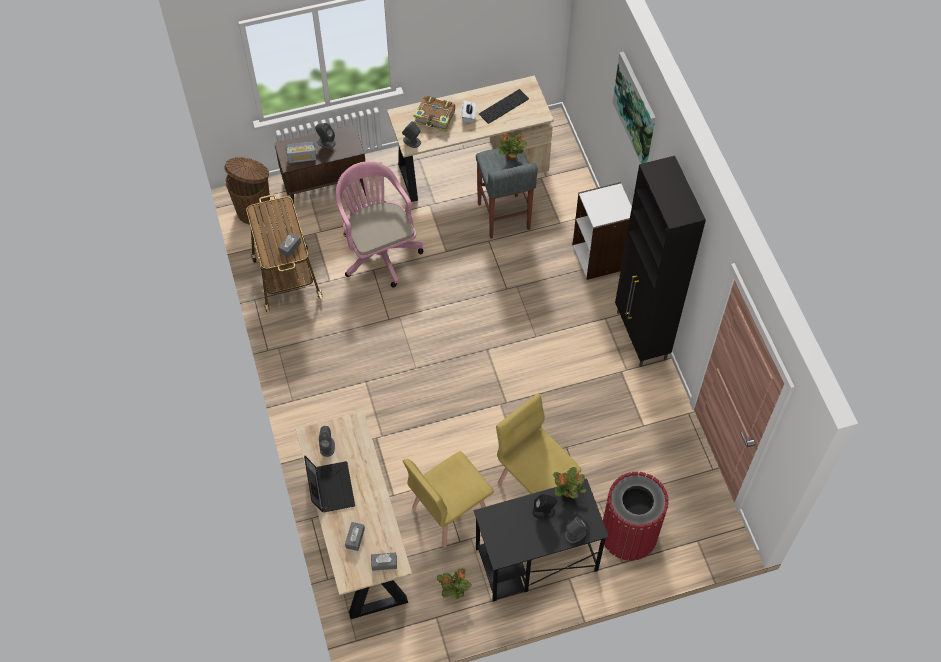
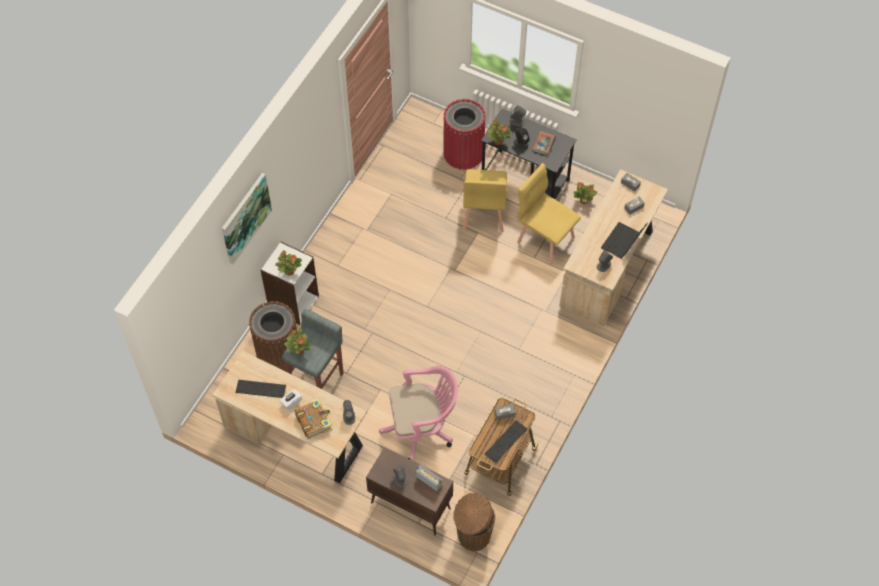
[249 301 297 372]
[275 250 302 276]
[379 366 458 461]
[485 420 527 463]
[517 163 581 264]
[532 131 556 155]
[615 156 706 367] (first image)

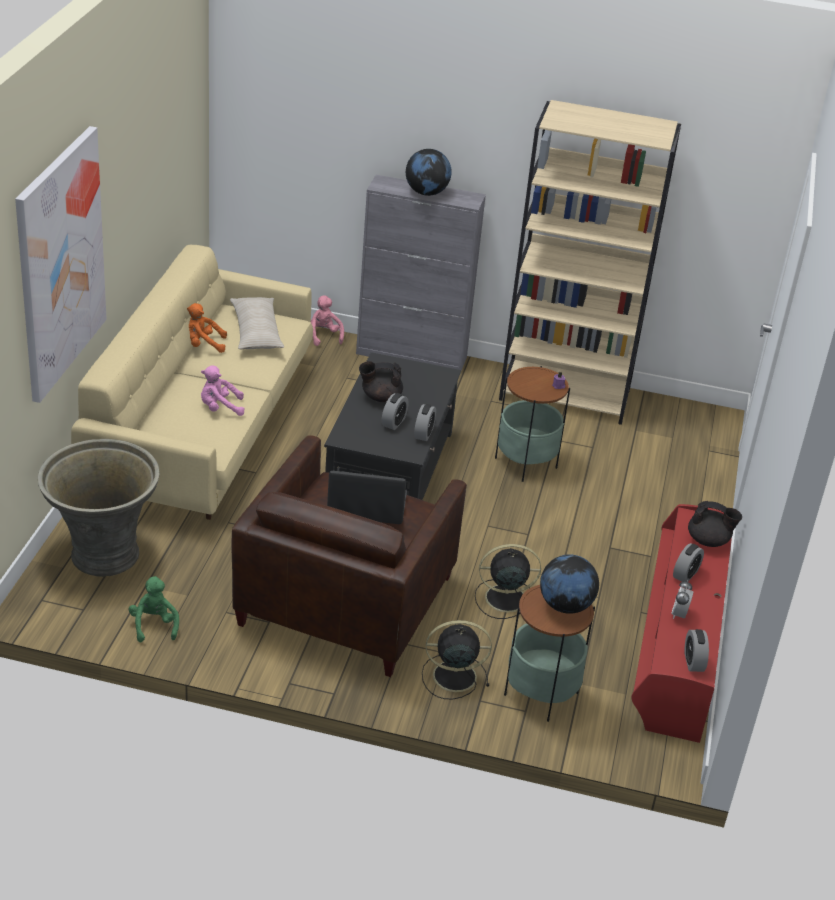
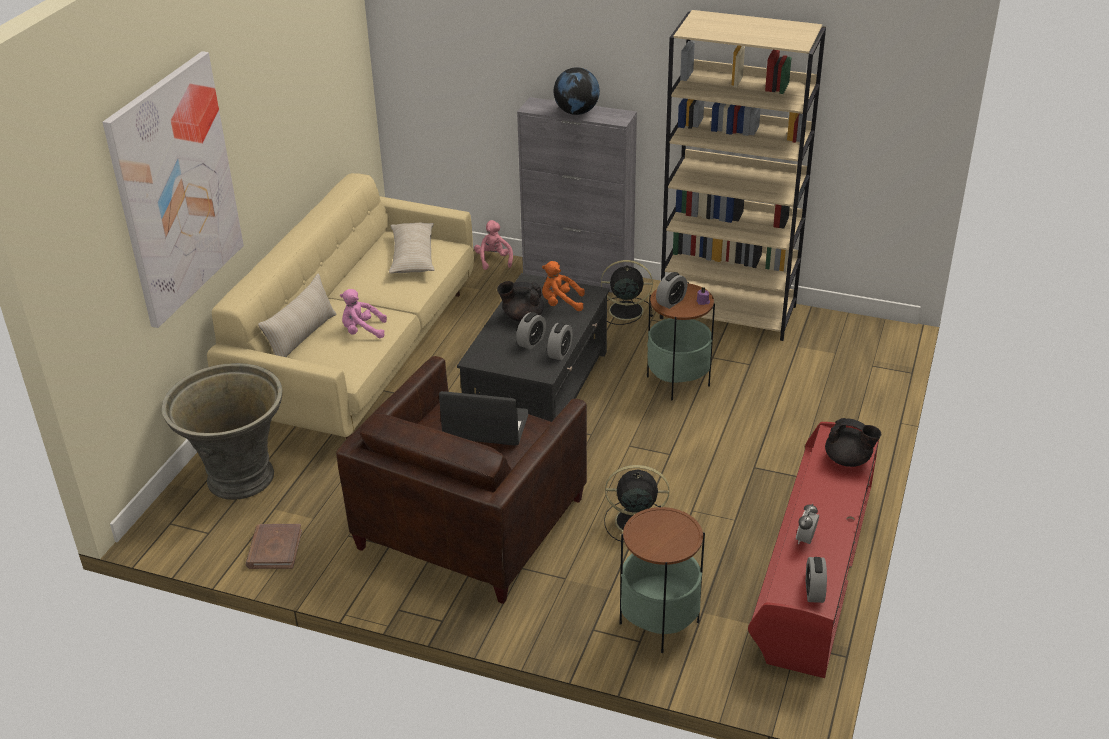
[246 524 302 569]
[258 273 337 357]
[542 261 585 311]
[601 260 653 325]
[656 272 687 309]
[540 554 599 614] (first image)

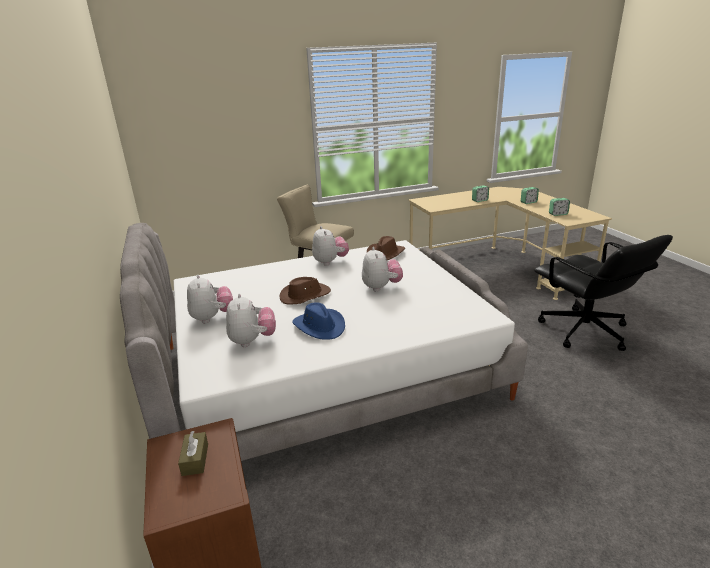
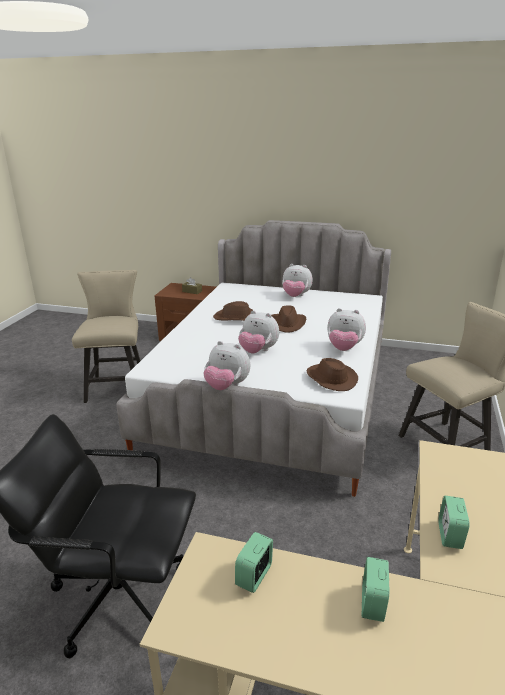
[72 270 141 403]
[203 341 250 390]
[213 301 252 321]

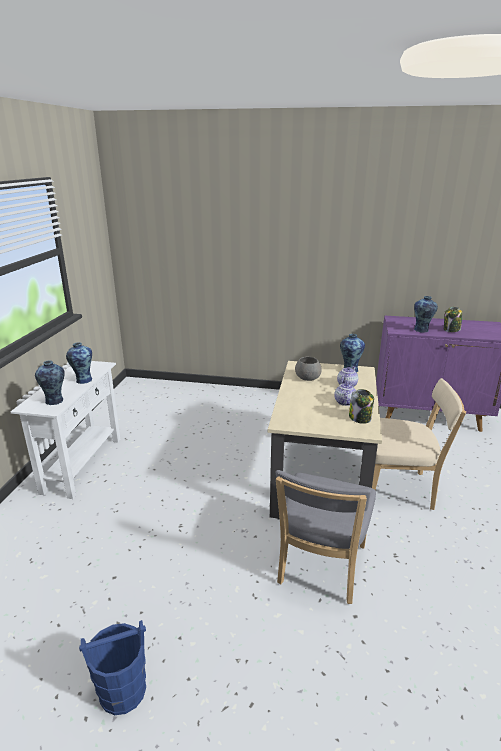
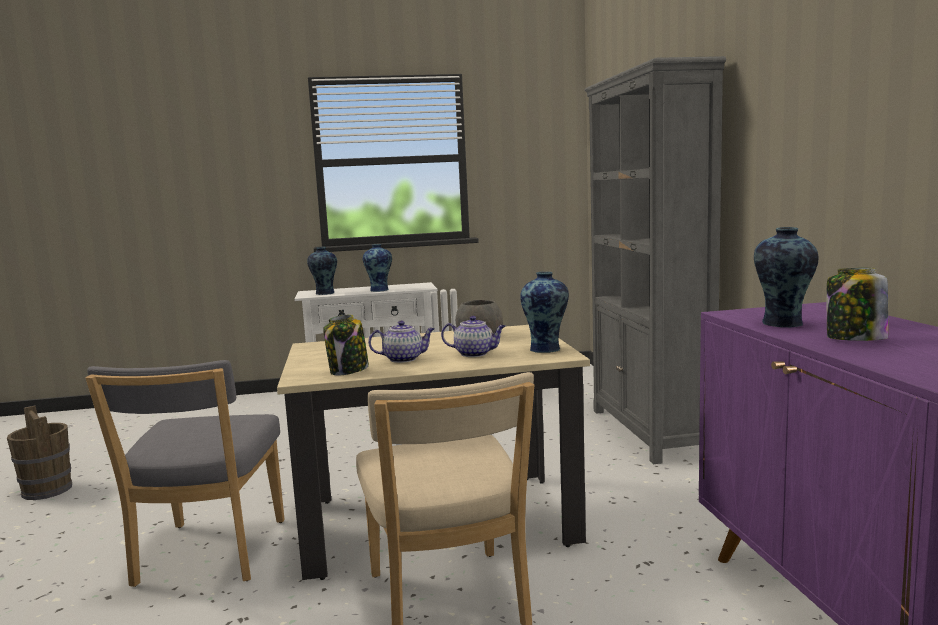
[7 405 72 500]
[85 360 284 587]
[584 56 726 464]

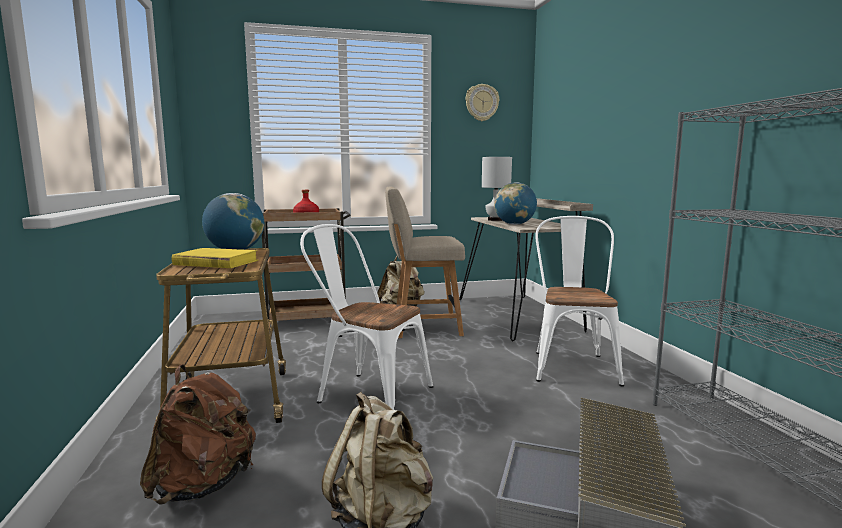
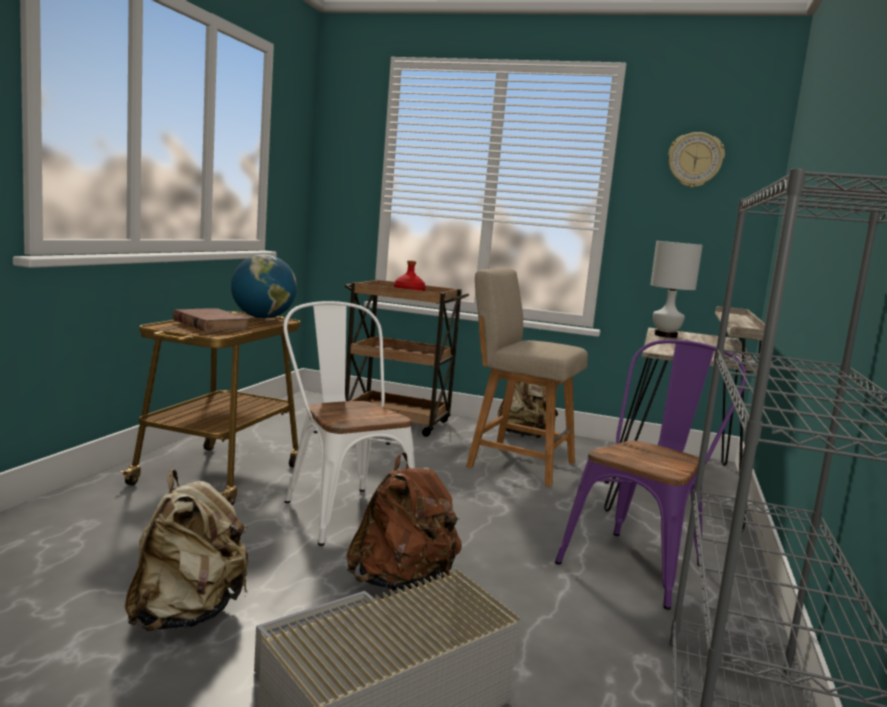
[173 308 251 332]
[346 452 462 591]
[555 340 747 610]
[494 182 537 225] (first image)

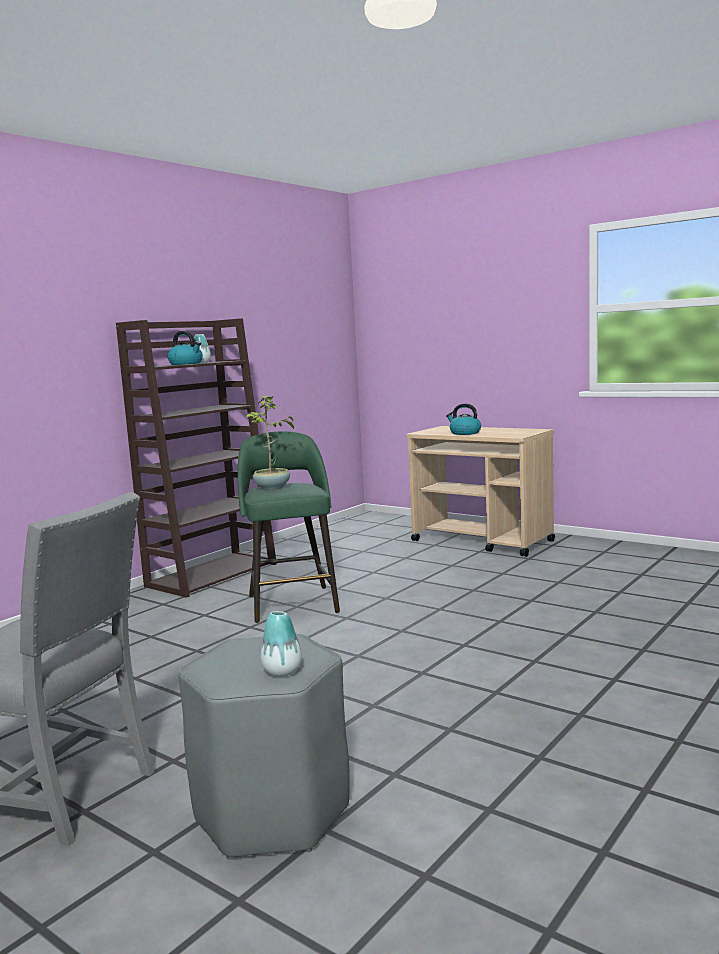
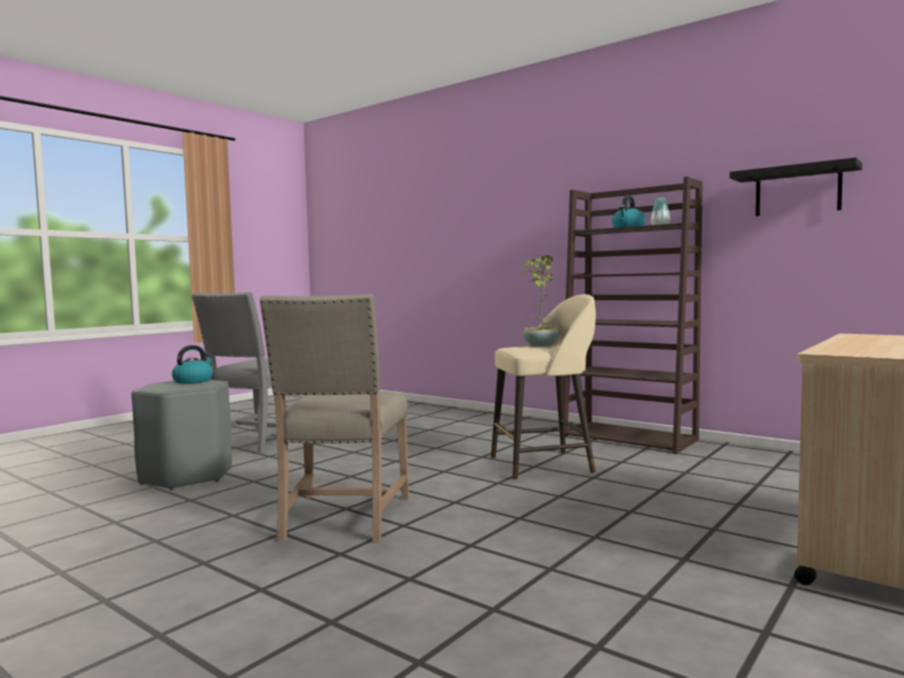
[172 345 213 384]
[260 294 409 542]
[491 294 596 480]
[729 157 862 216]
[261 611 302 677] (first image)

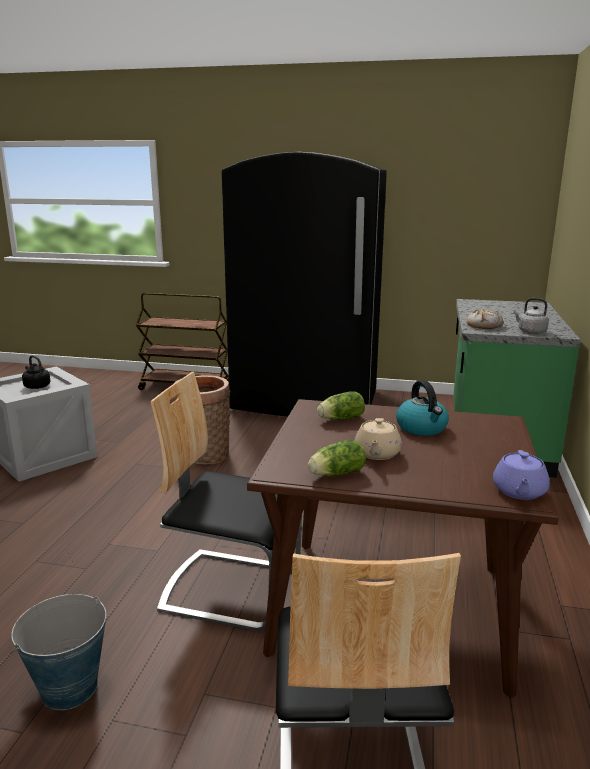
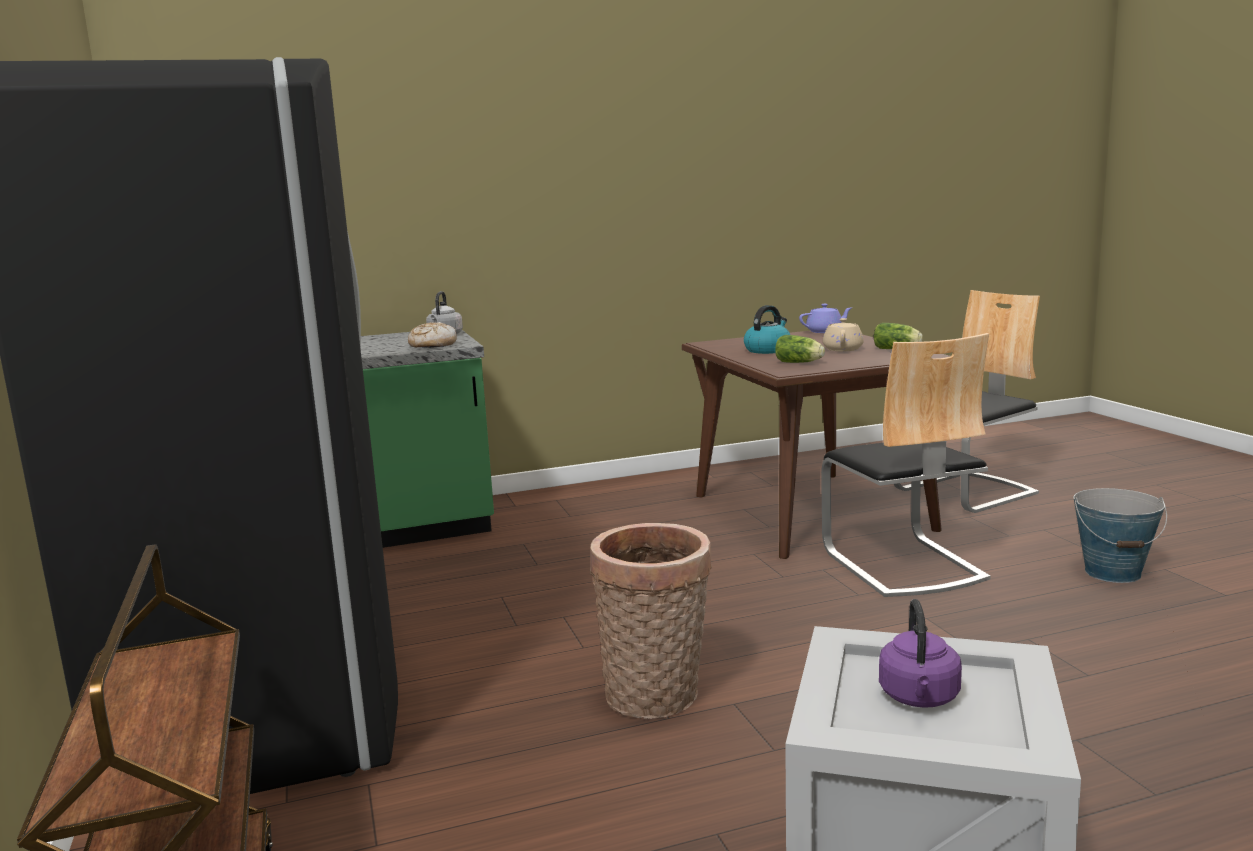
[823 318 864 351]
[879 599 962 708]

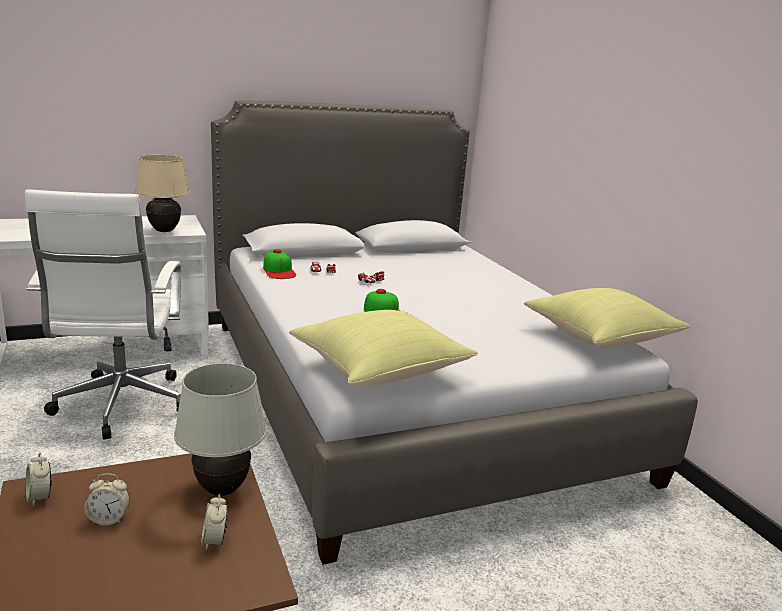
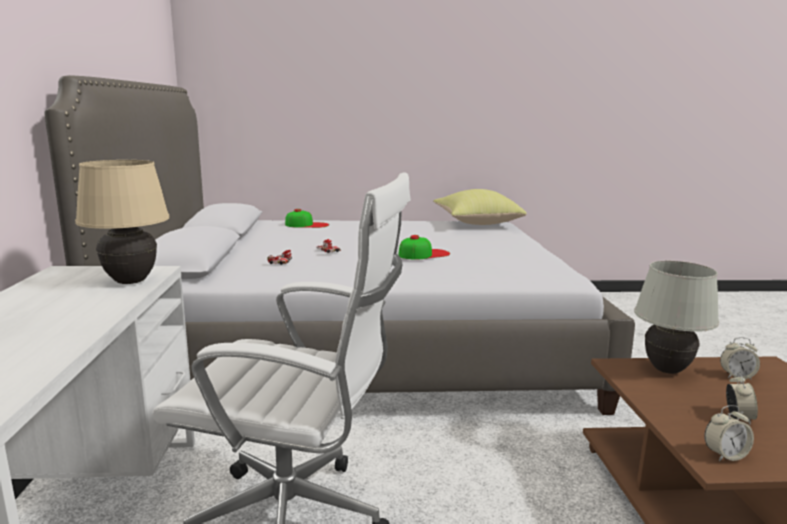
[285 209 329 228]
[289 310 478 386] (first image)

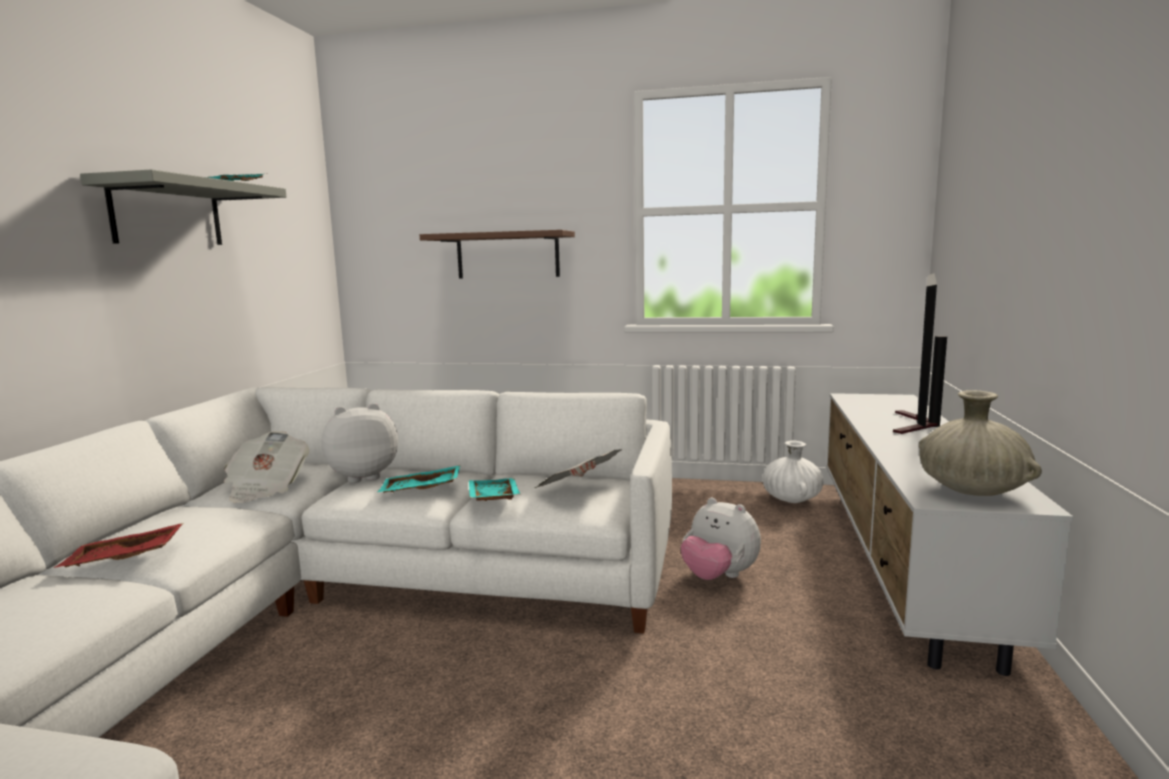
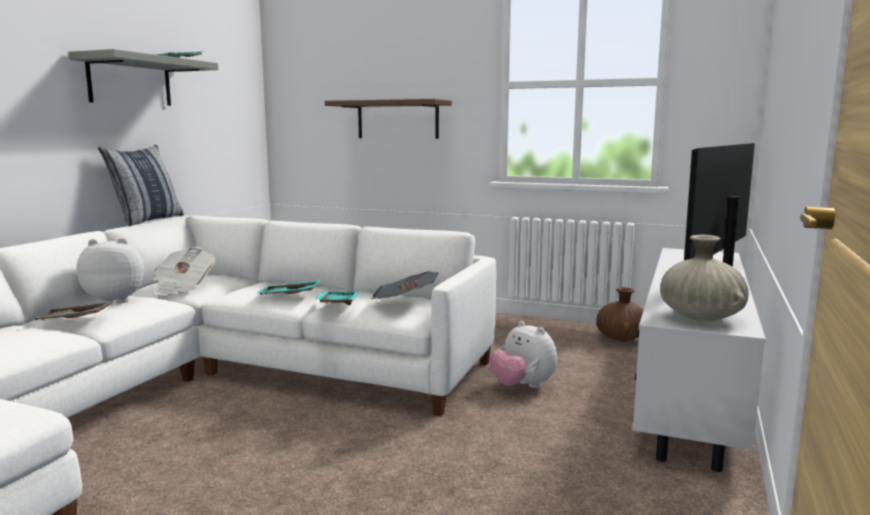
[29 300 114 320]
[76 238 144 303]
[98 145 184 226]
[596 287 643 342]

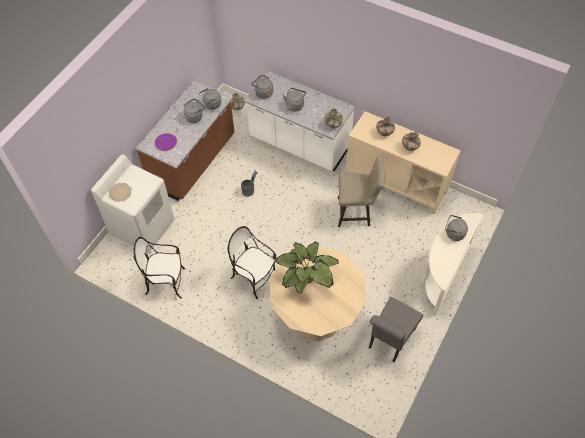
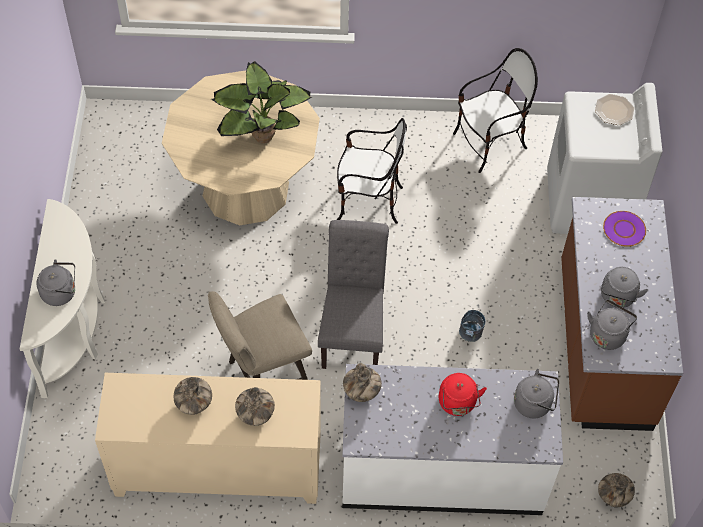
[318 220 389 369]
[439 373 487 416]

